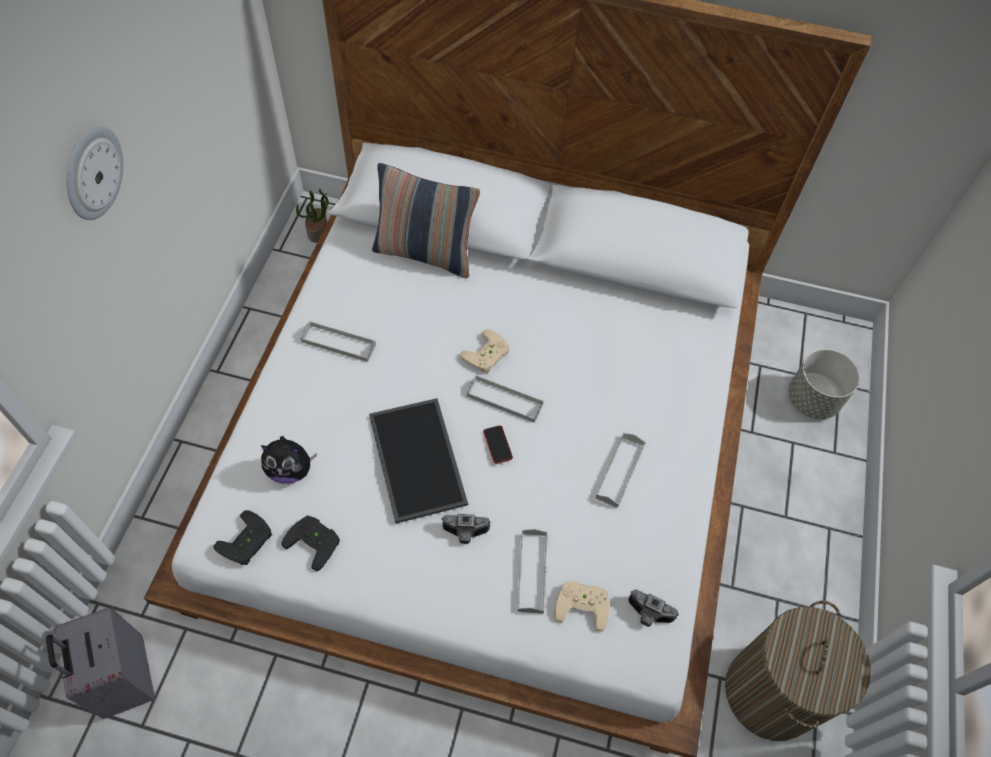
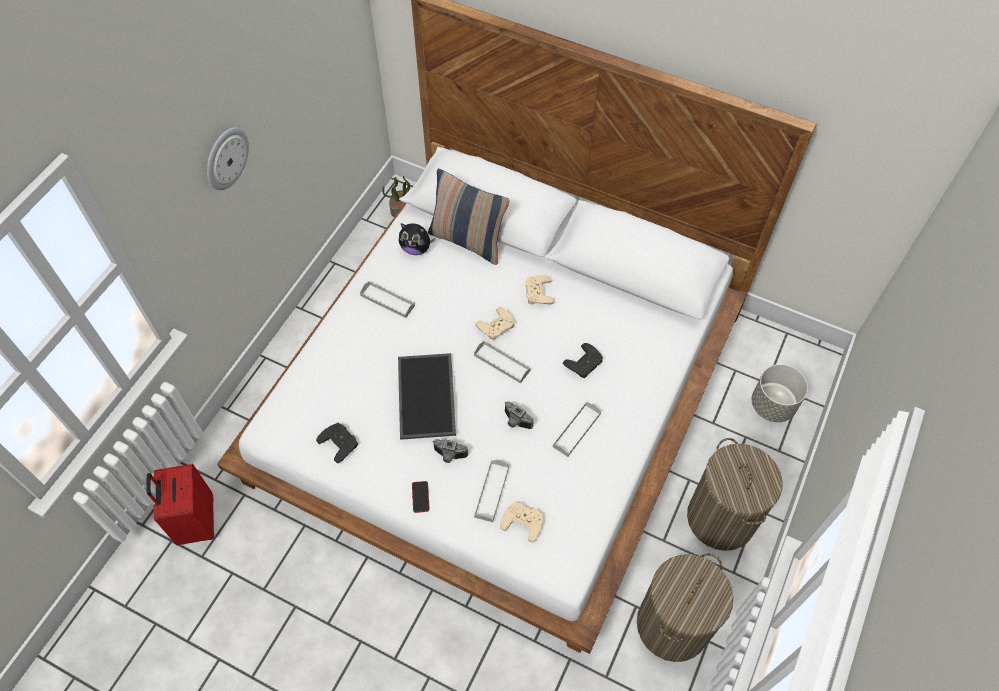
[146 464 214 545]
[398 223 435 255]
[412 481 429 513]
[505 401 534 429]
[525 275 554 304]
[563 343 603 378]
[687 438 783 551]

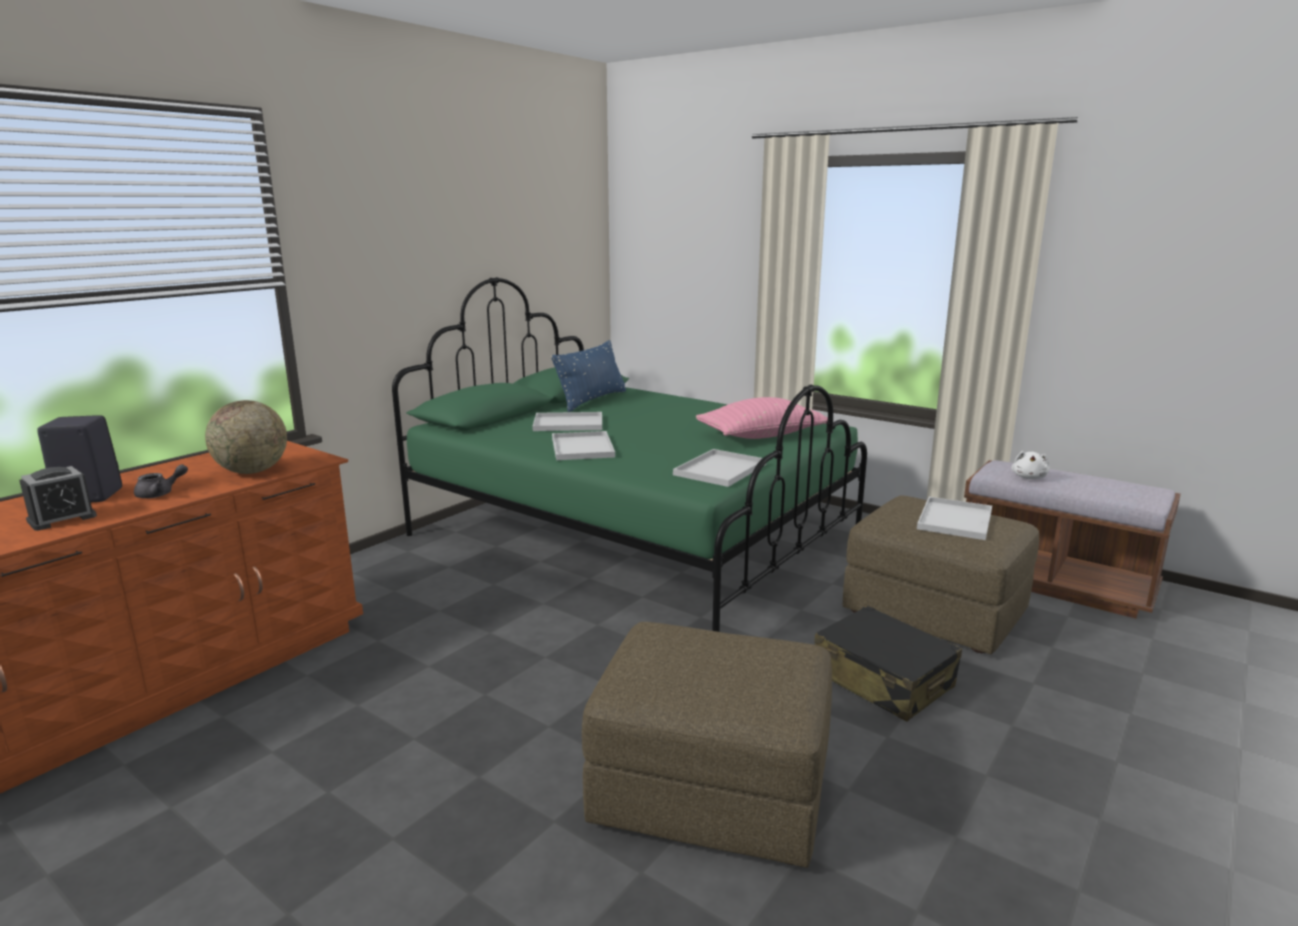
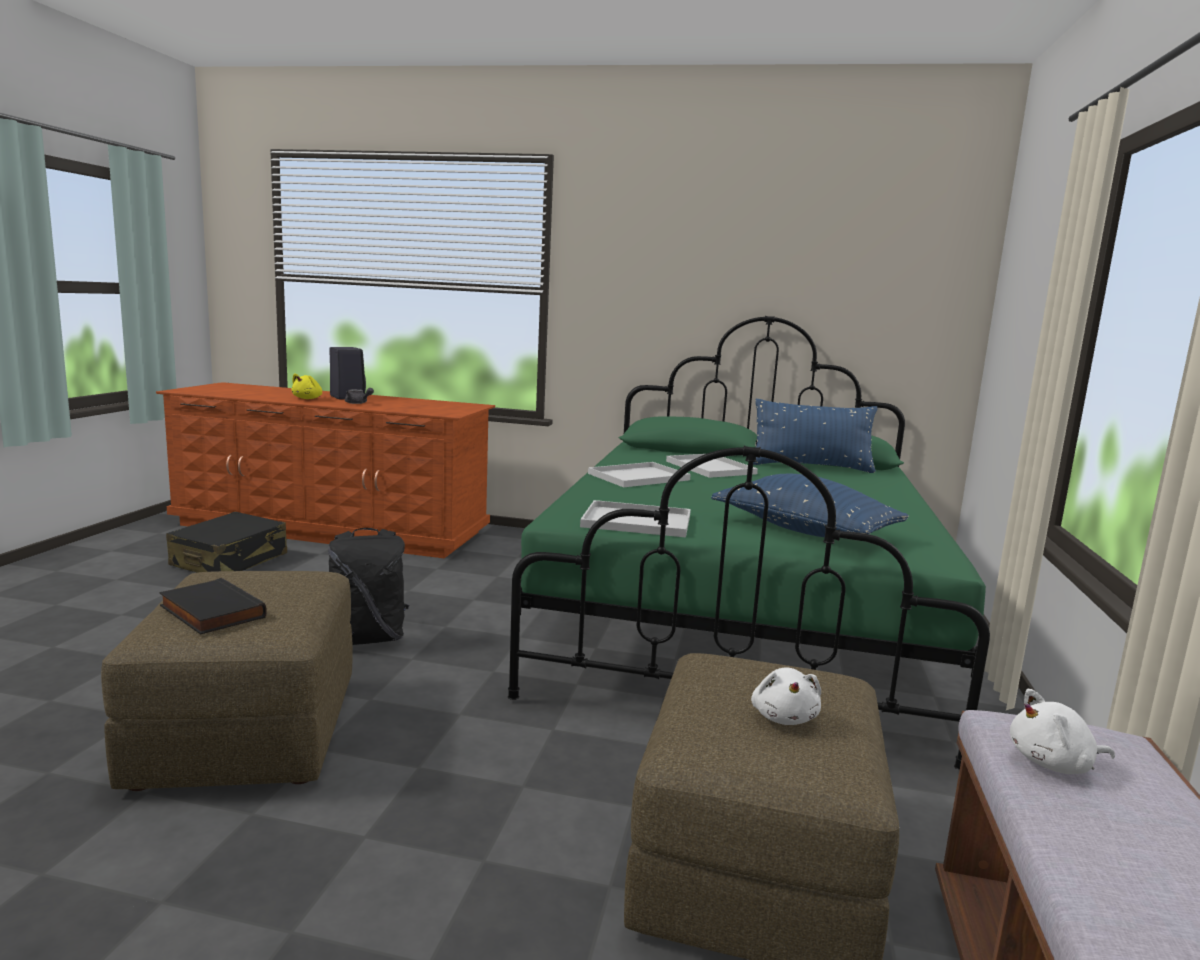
[159 578 267 635]
[166 512 287 573]
[292 373 322 399]
[328 528 409 645]
[711 474 909 537]
[751 667 821 725]
[205 400 287 474] (first image)

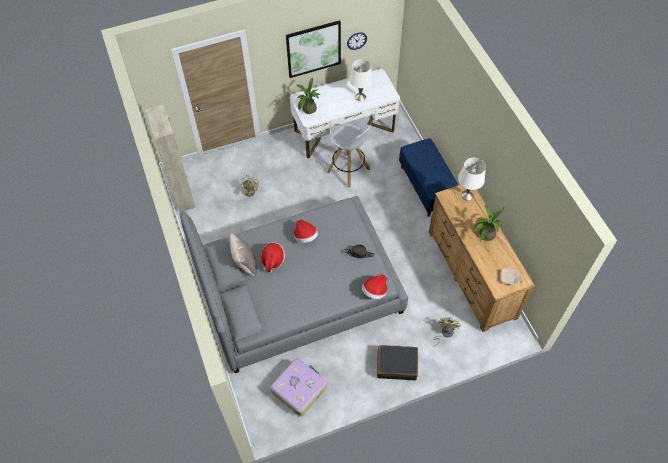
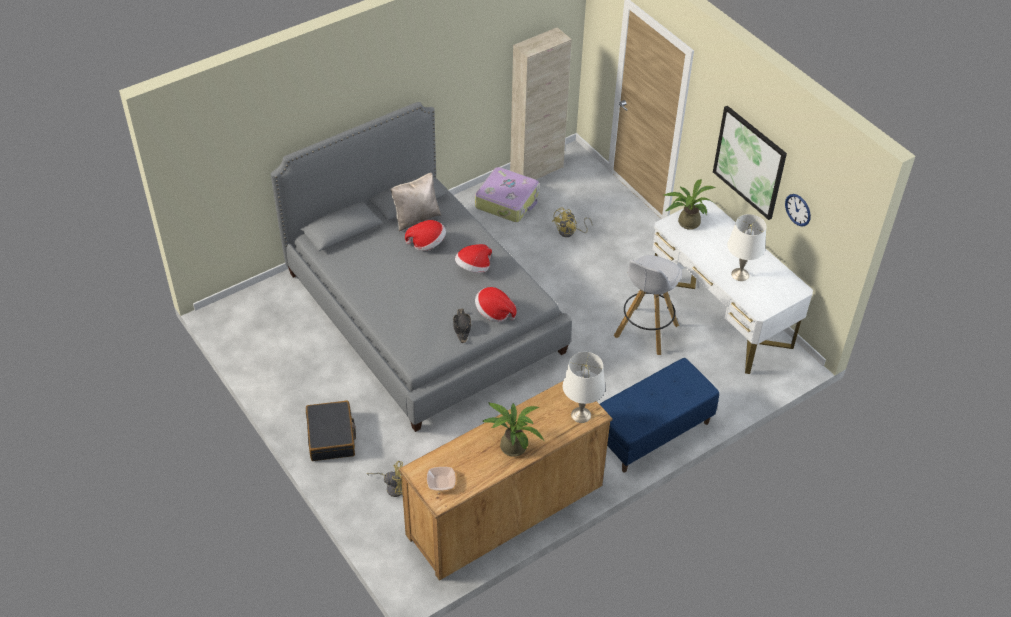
[475 167 539 222]
[475 287 516 322]

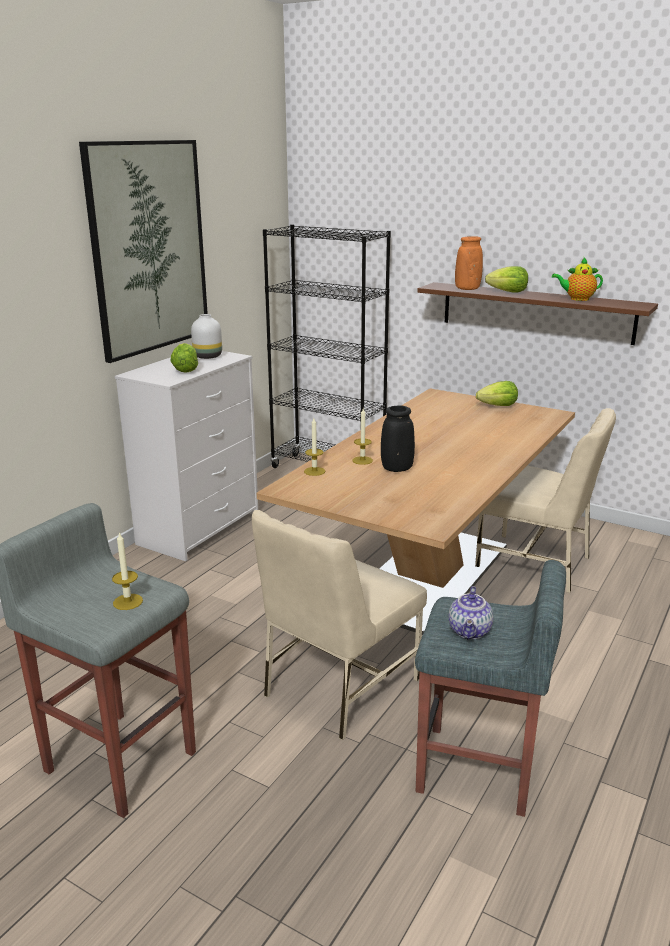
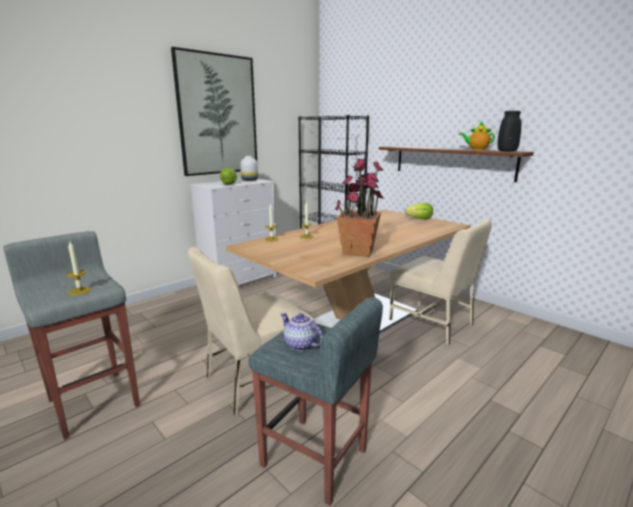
[281 313 323 351]
[335 159 384 257]
[498 111 521 152]
[455 236 483 290] (first image)
[485 266 528 293] (first image)

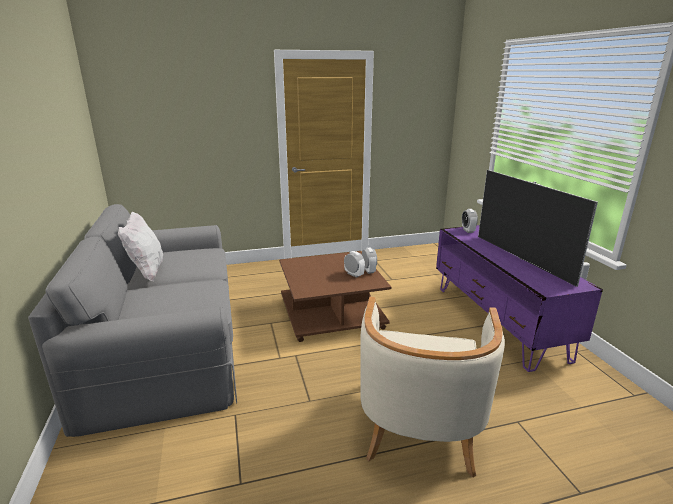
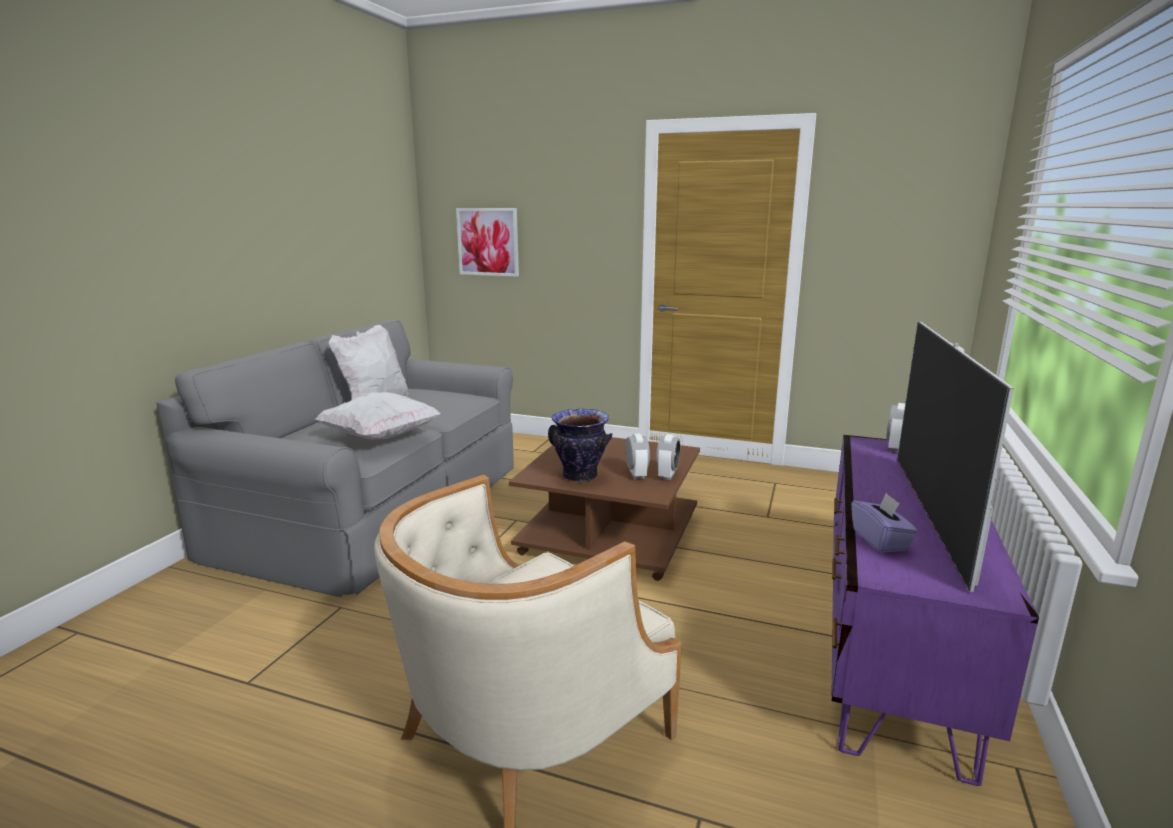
[315 392 441 440]
[456 208 519 277]
[548 409 612 482]
[851 493 918 553]

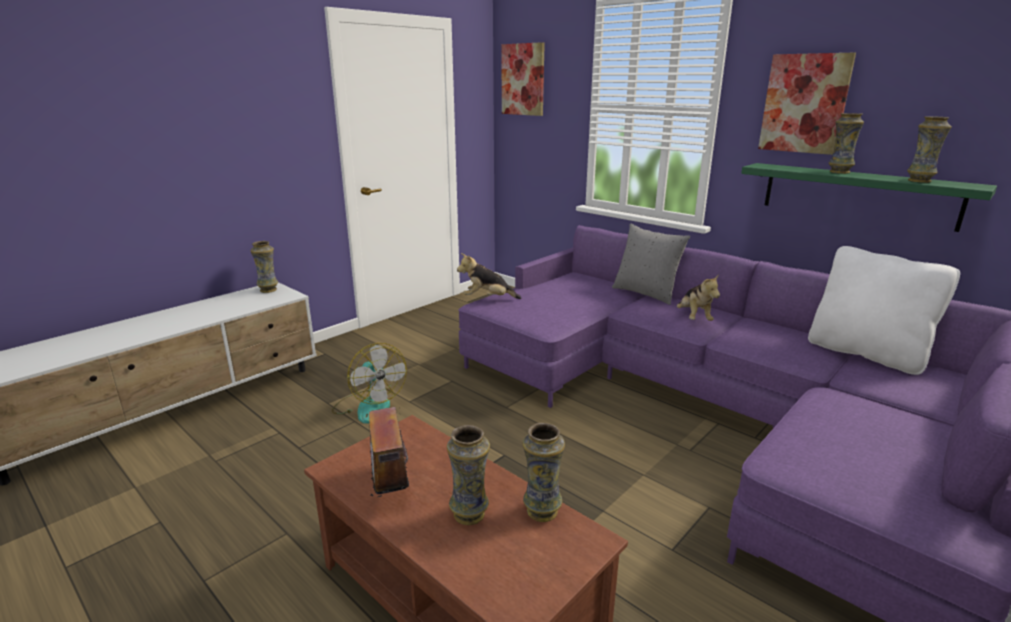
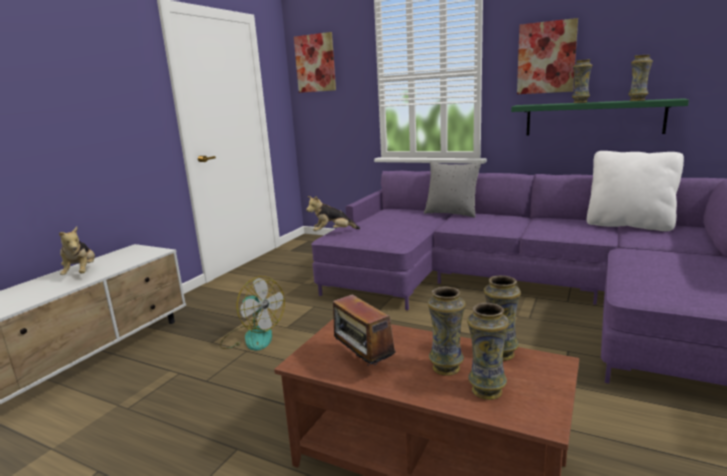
[59 227 95 275]
[467 303 509 400]

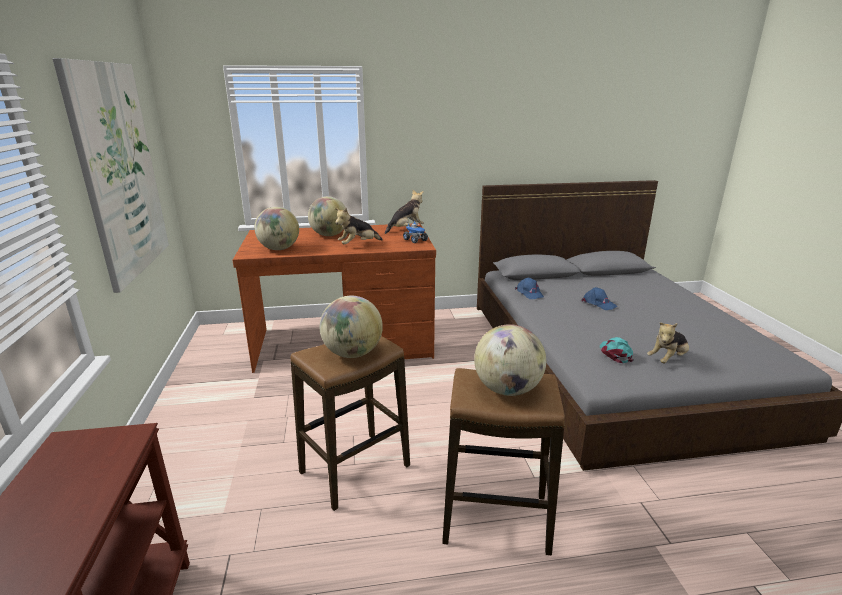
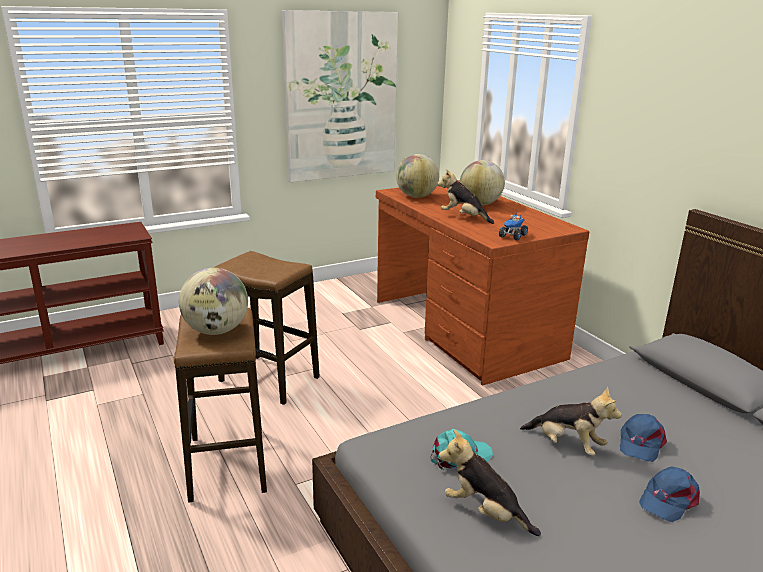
[520 386 622 456]
[639 466 700 522]
[320 296 383 358] (first image)

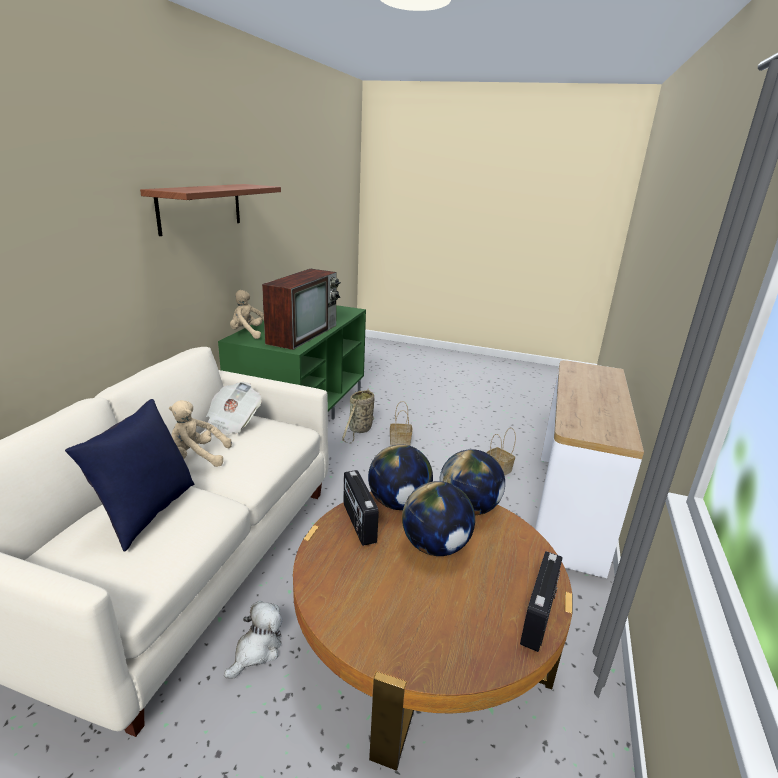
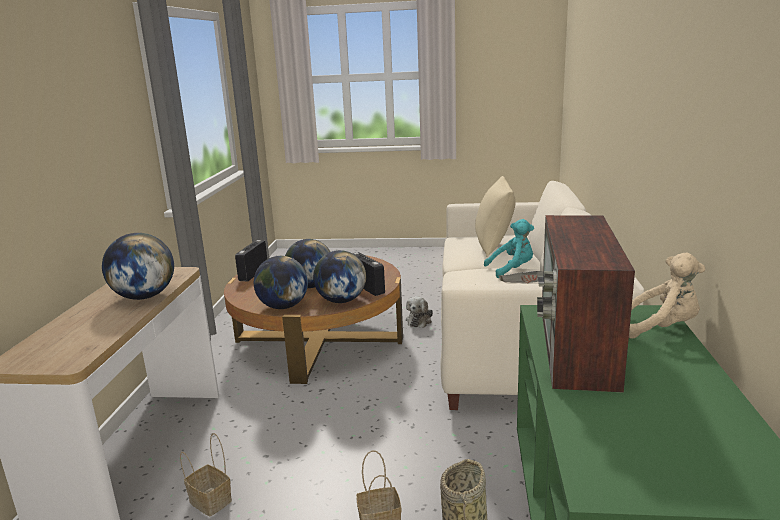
[102 233 174 300]
[475 176 516 257]
[484 219 534 278]
[140 184 281 236] (first image)

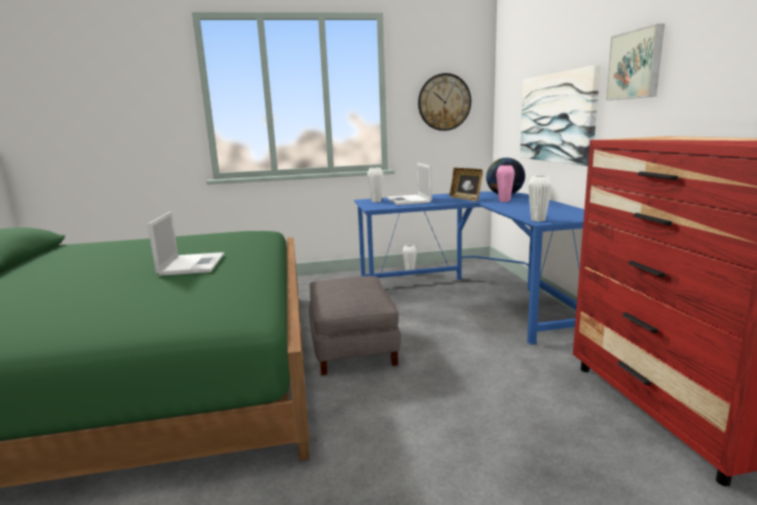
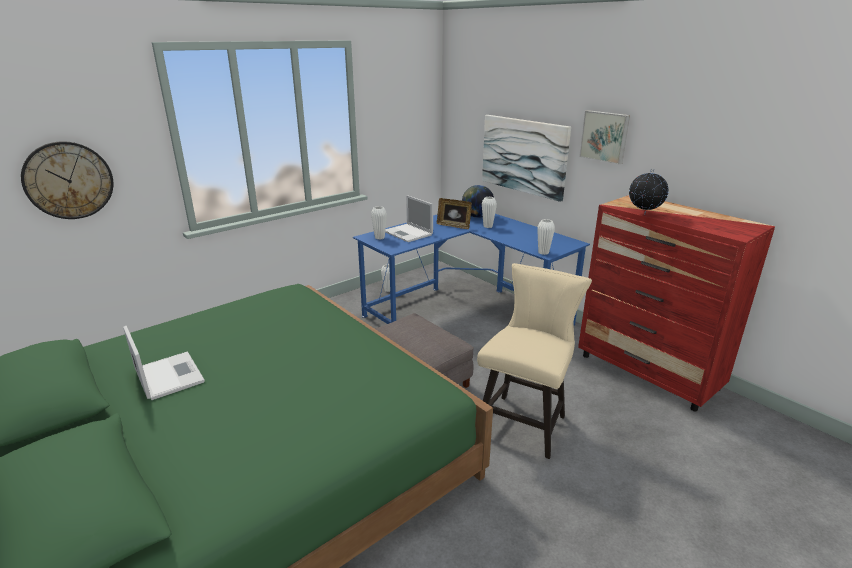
[21 141 114 219]
[123 326 205 400]
[477 263 592 459]
[482 197 497 228]
[629 169 669 213]

